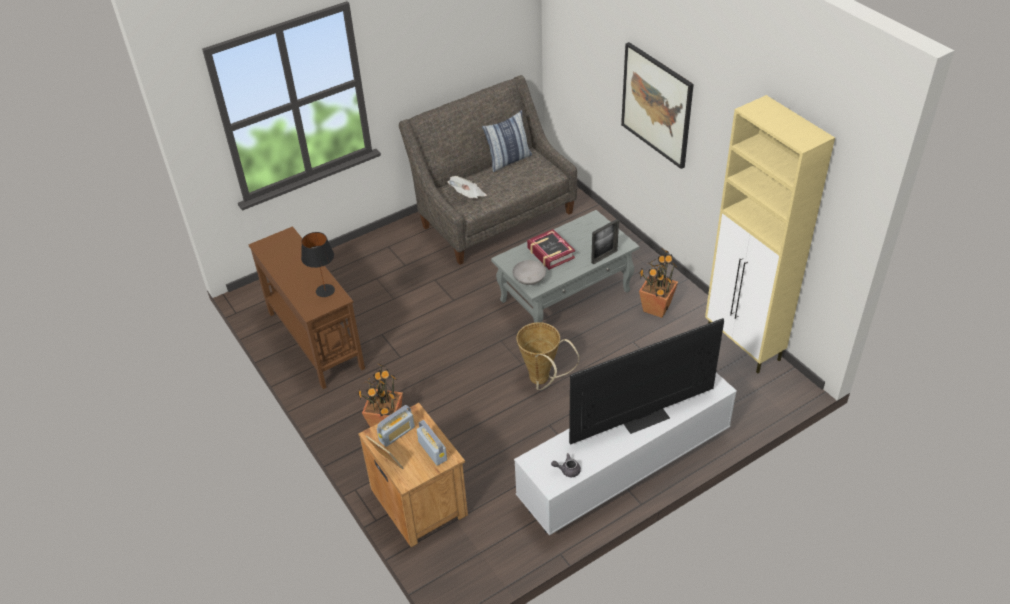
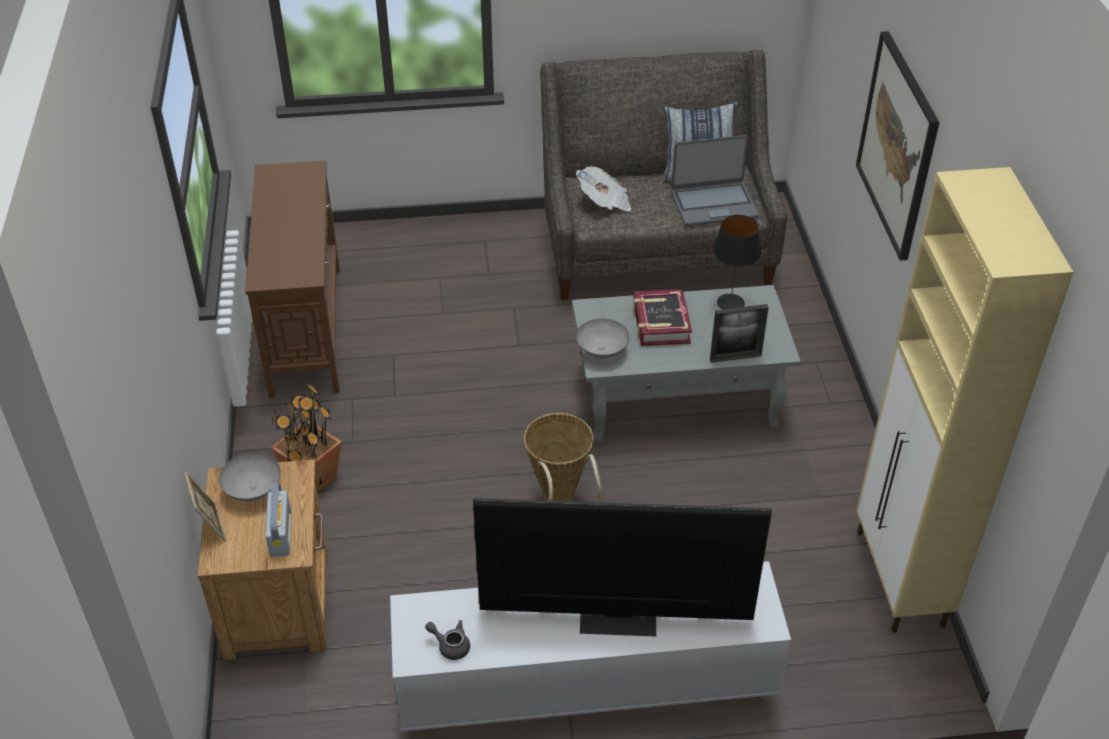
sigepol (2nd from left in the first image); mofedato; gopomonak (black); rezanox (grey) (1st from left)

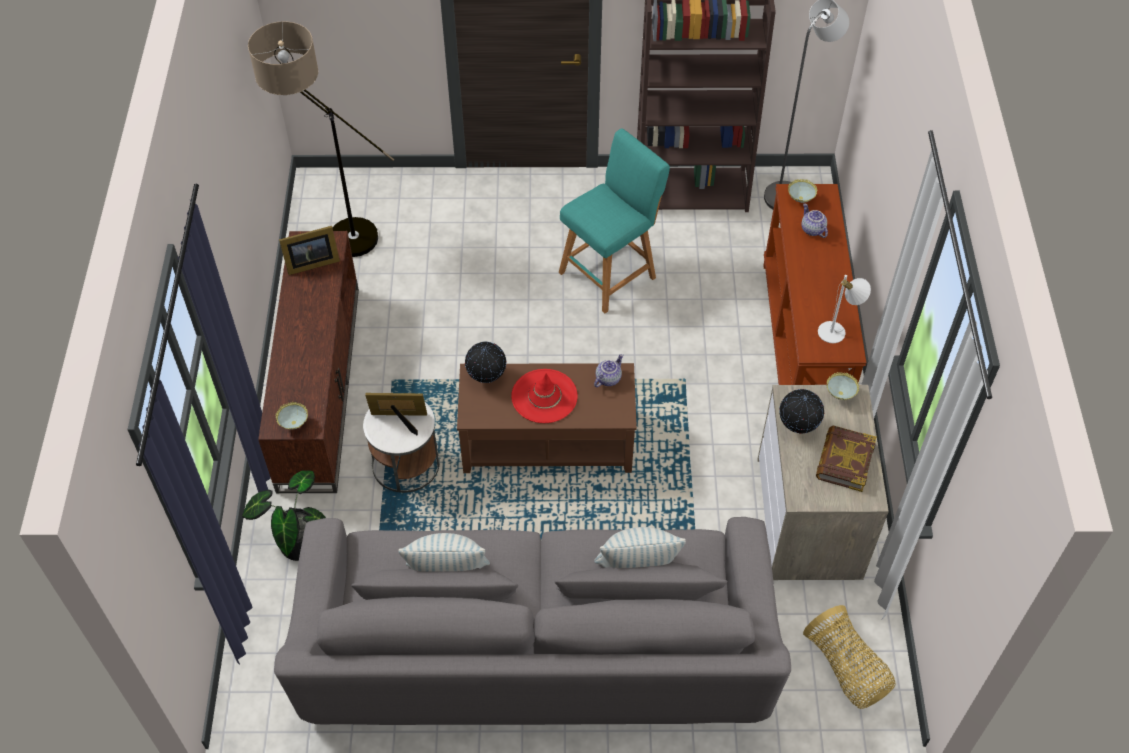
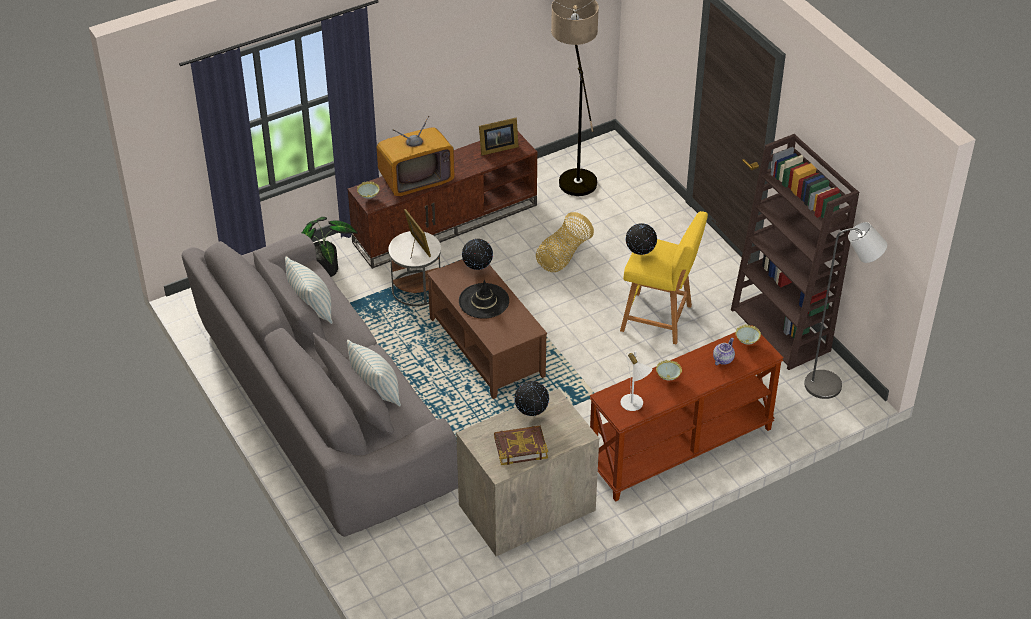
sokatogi (1st from left in the first image); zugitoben; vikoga (3rd from left); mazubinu; rezanox (2nd from left); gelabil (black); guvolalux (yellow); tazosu (2nd from left)

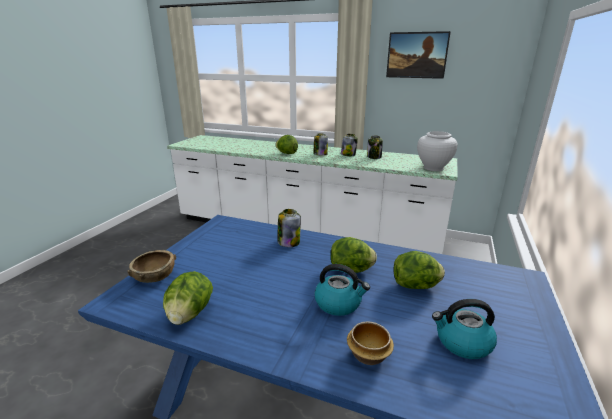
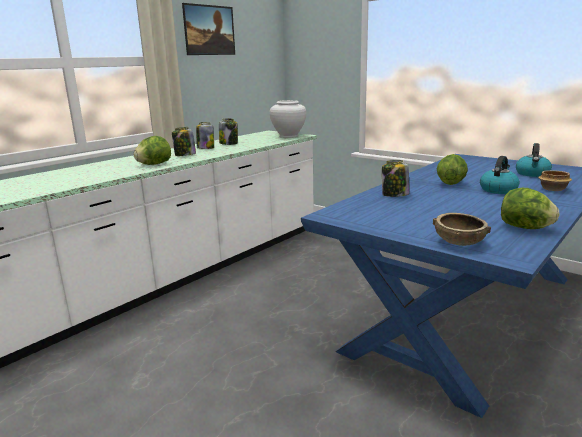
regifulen (4th from left in the first image)

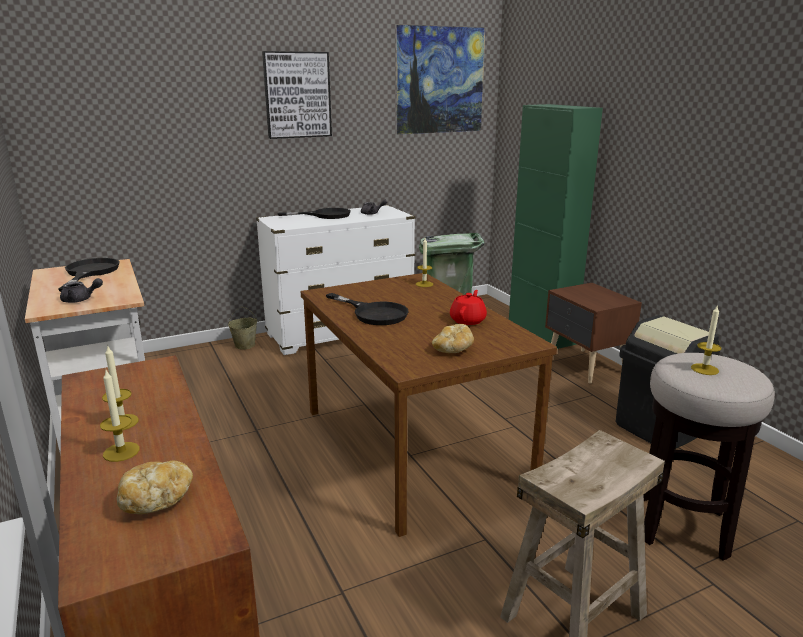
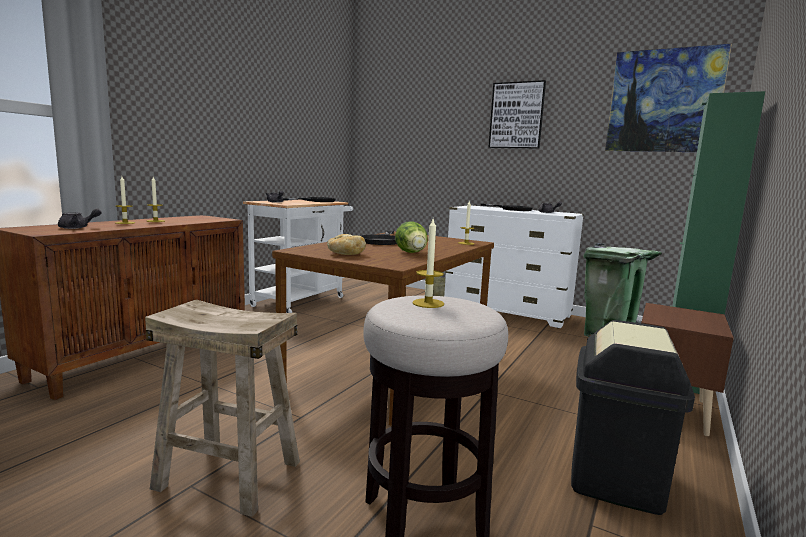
sokatogi (grey) (1st from left); regifulen

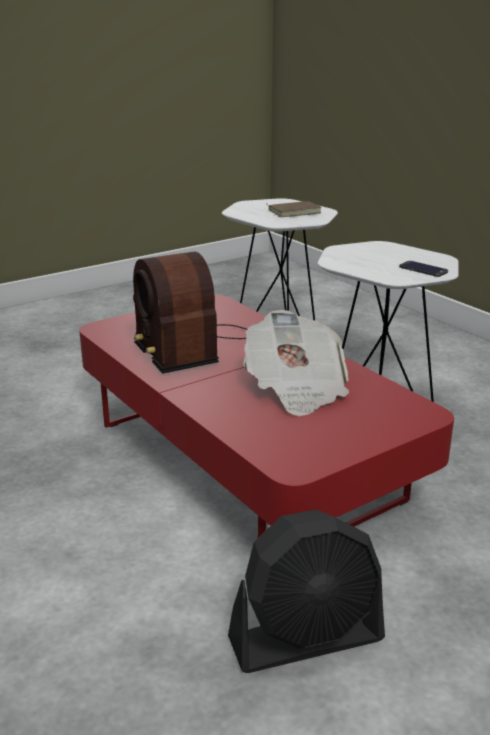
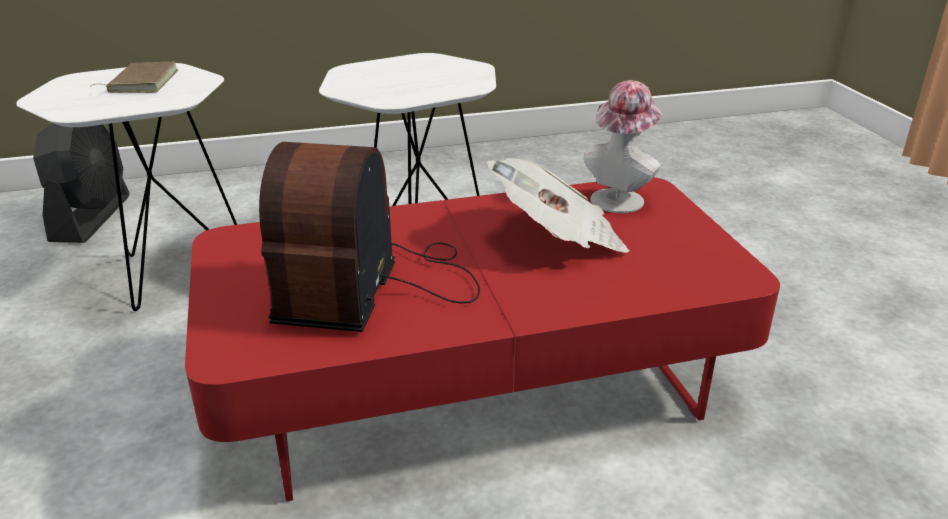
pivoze; gelabil; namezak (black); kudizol

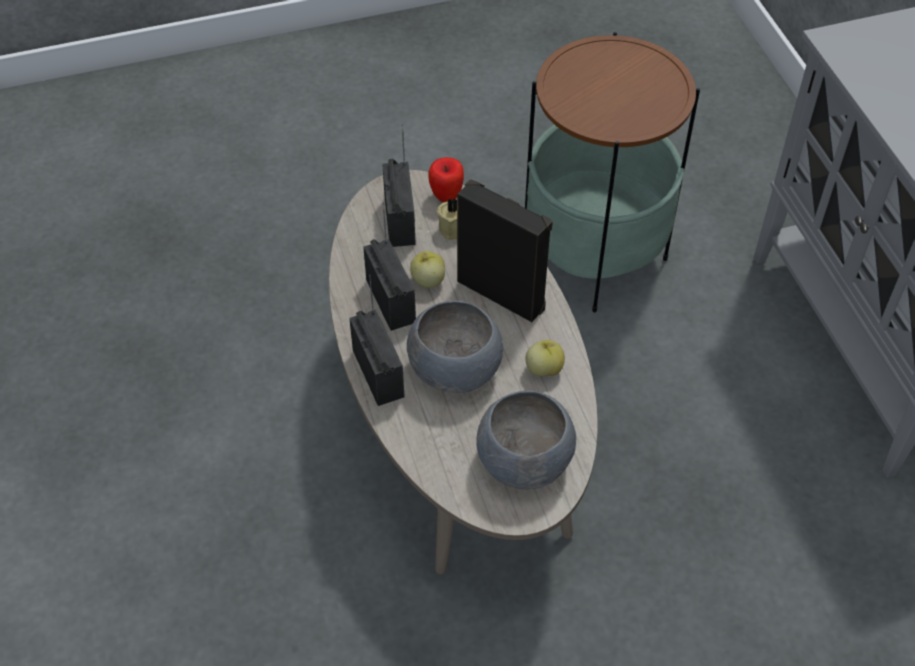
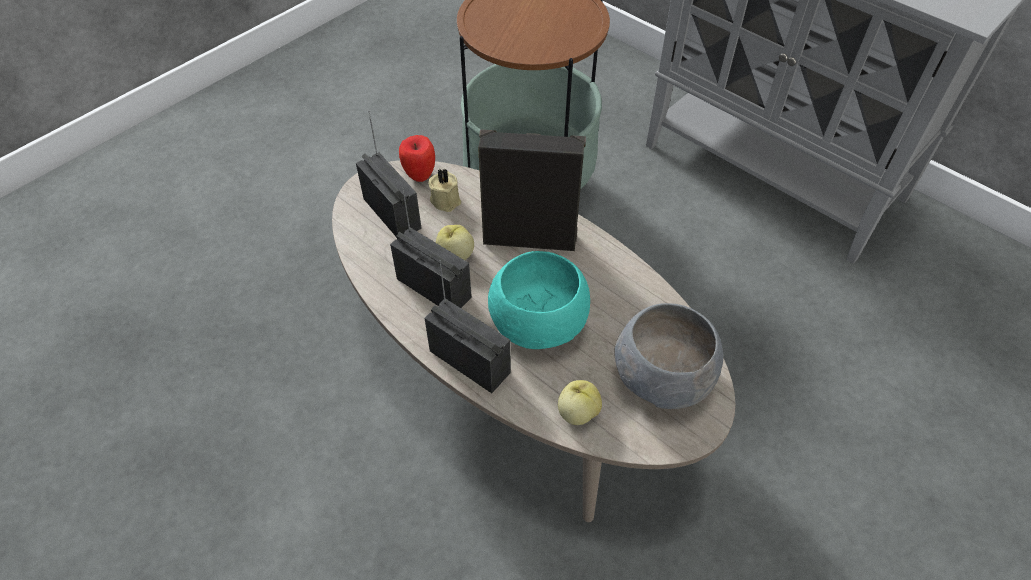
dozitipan (3rd from left); rezanox (turquoise)

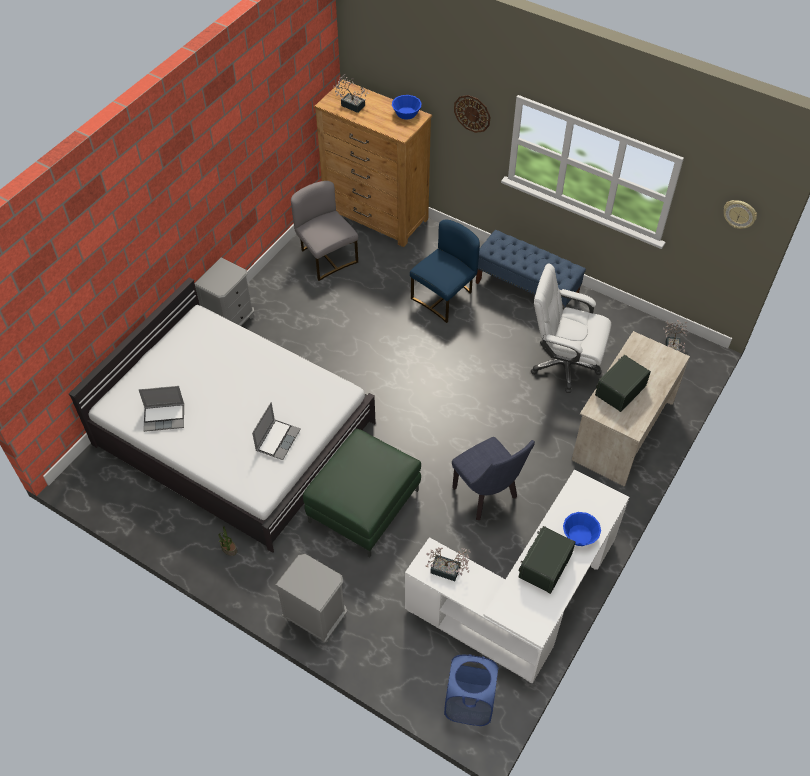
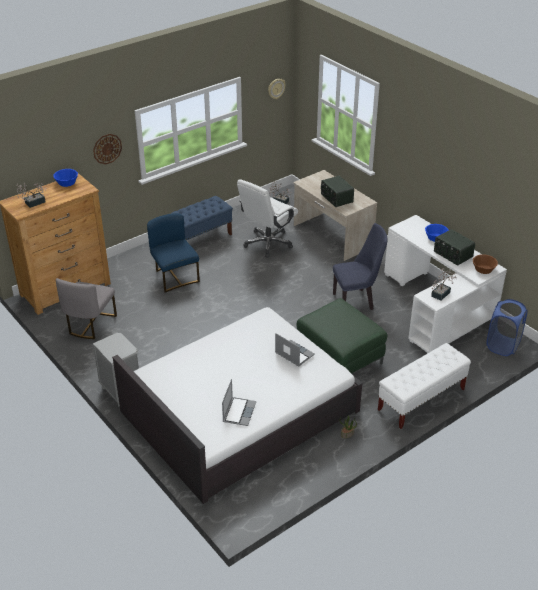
rezanox (brown); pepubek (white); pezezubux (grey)

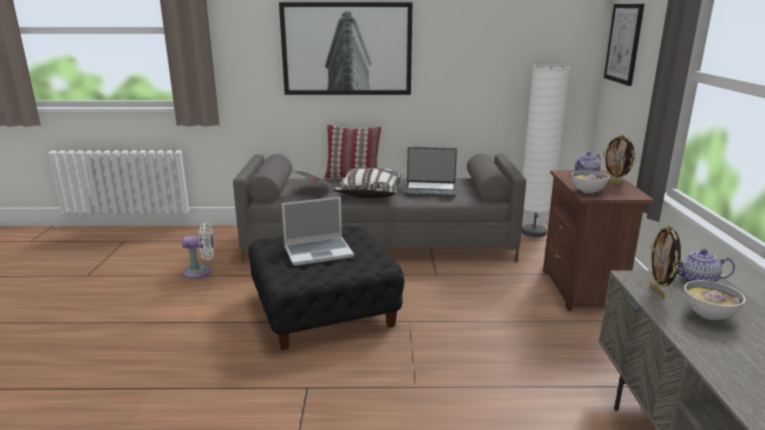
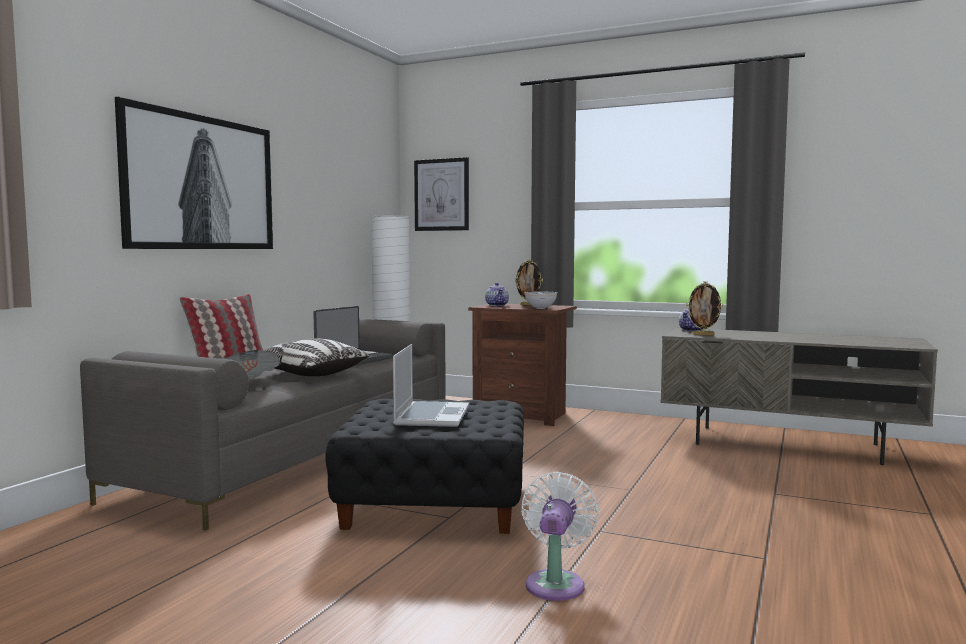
rezanox (2nd from left in the first image); namezak (white)

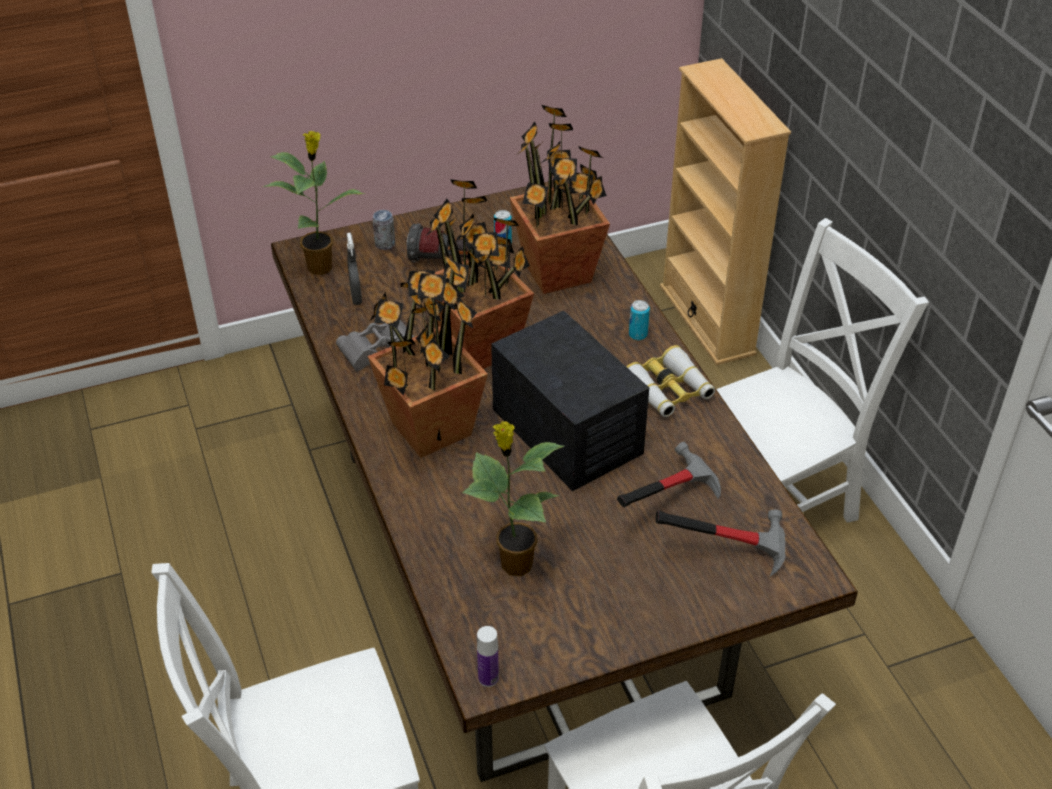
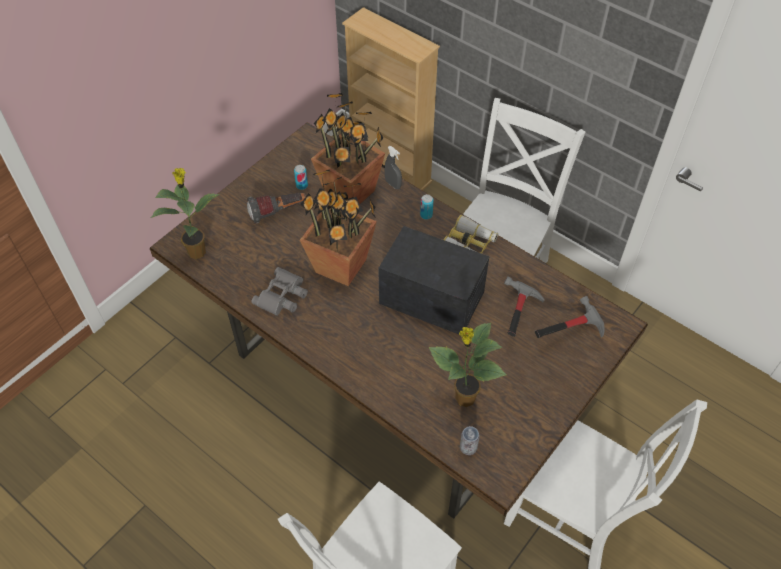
sigepol (2nd from left in the first image); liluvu; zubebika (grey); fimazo (3rd from left)

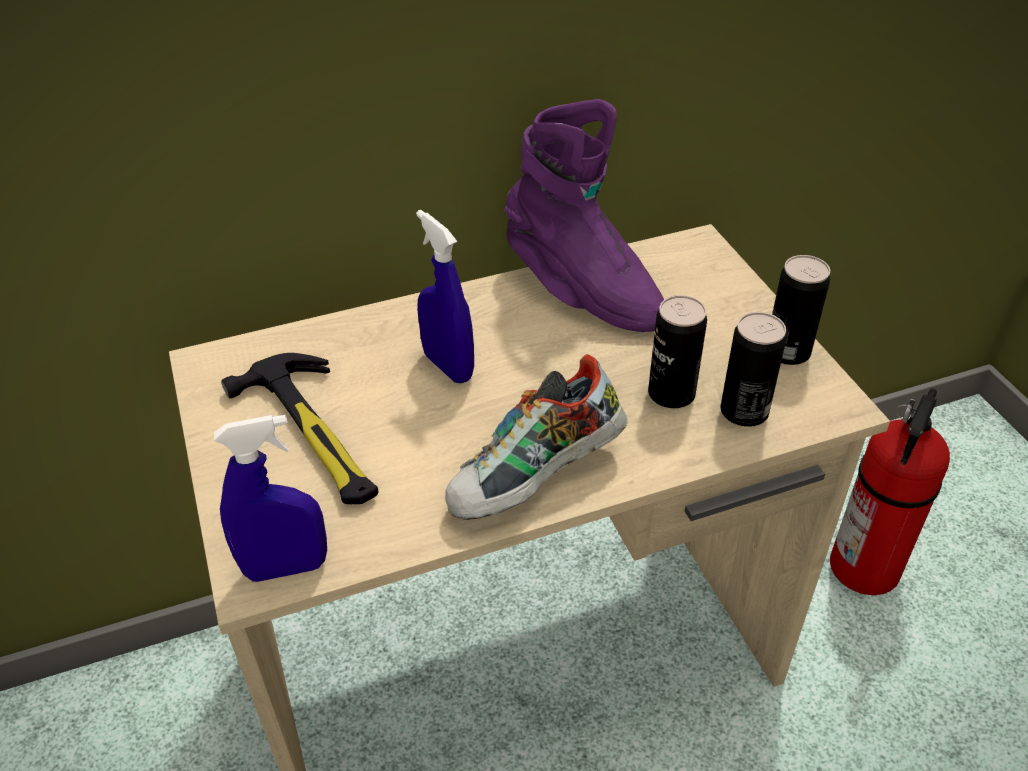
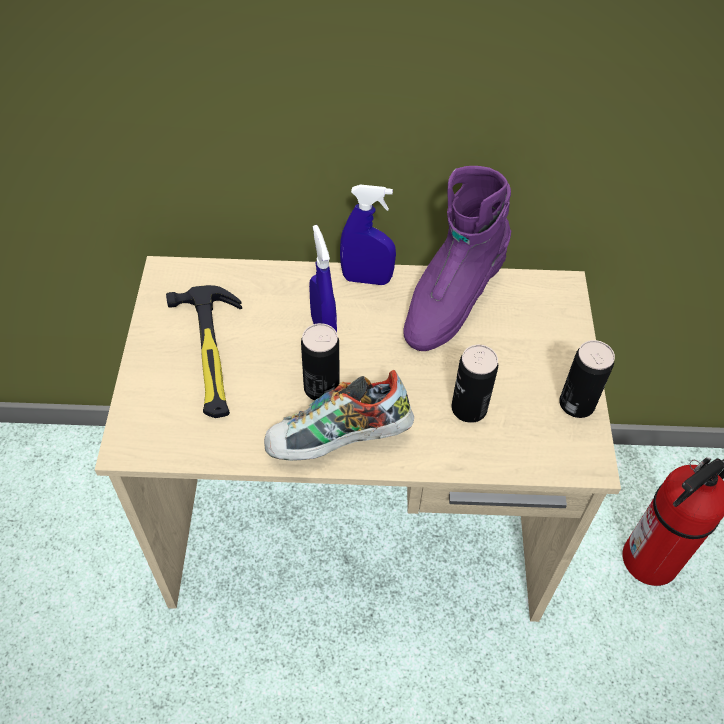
zubebika (blue) (2nd from left); fimazo (1st from left); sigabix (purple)

